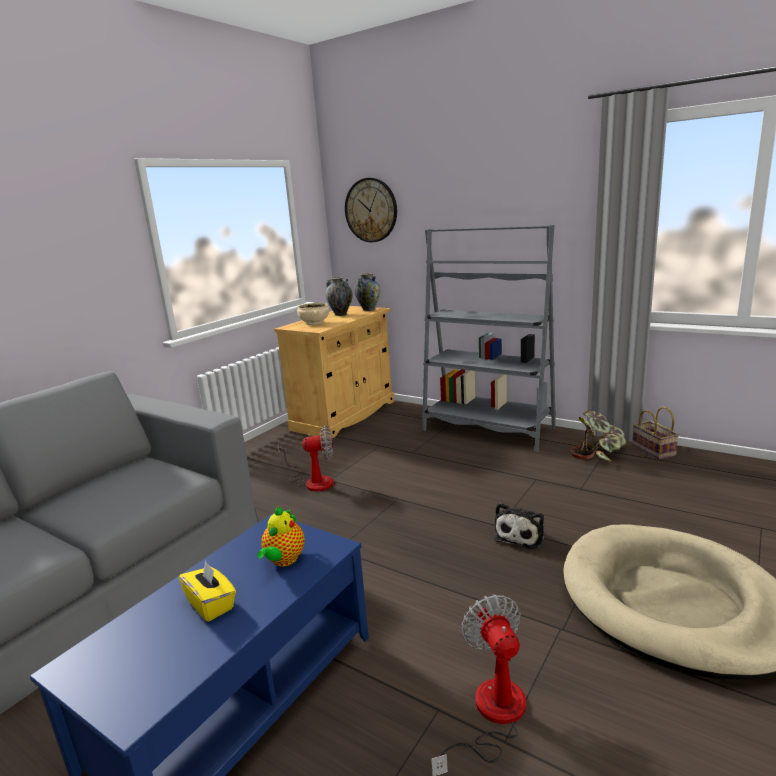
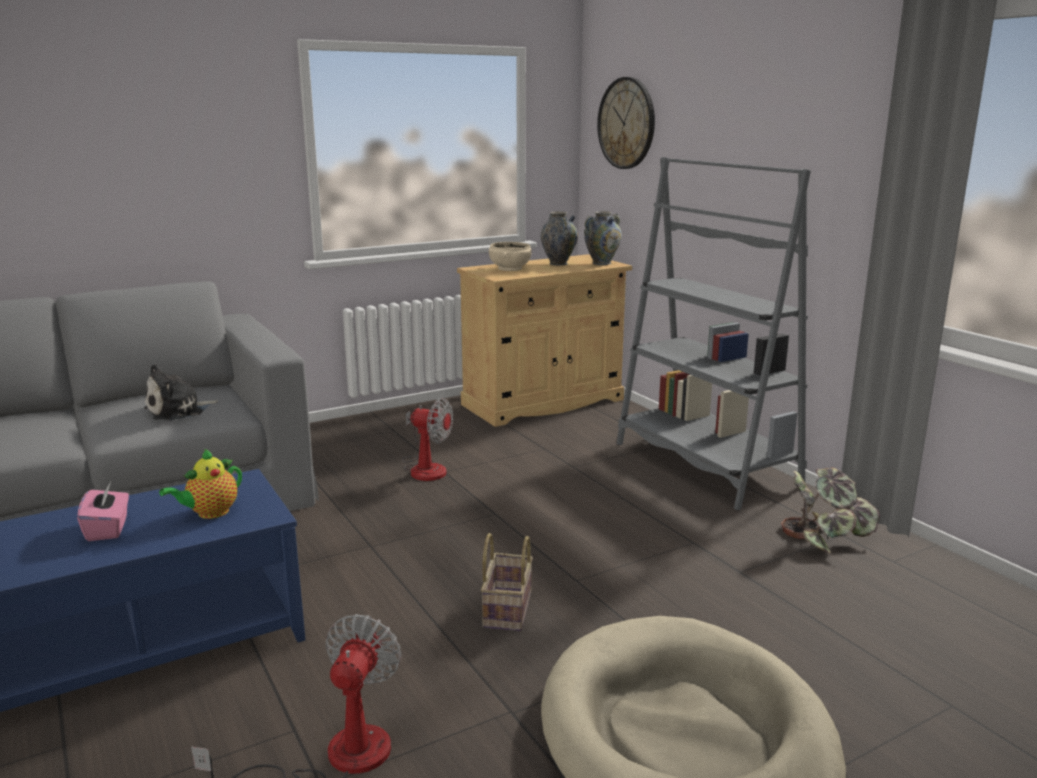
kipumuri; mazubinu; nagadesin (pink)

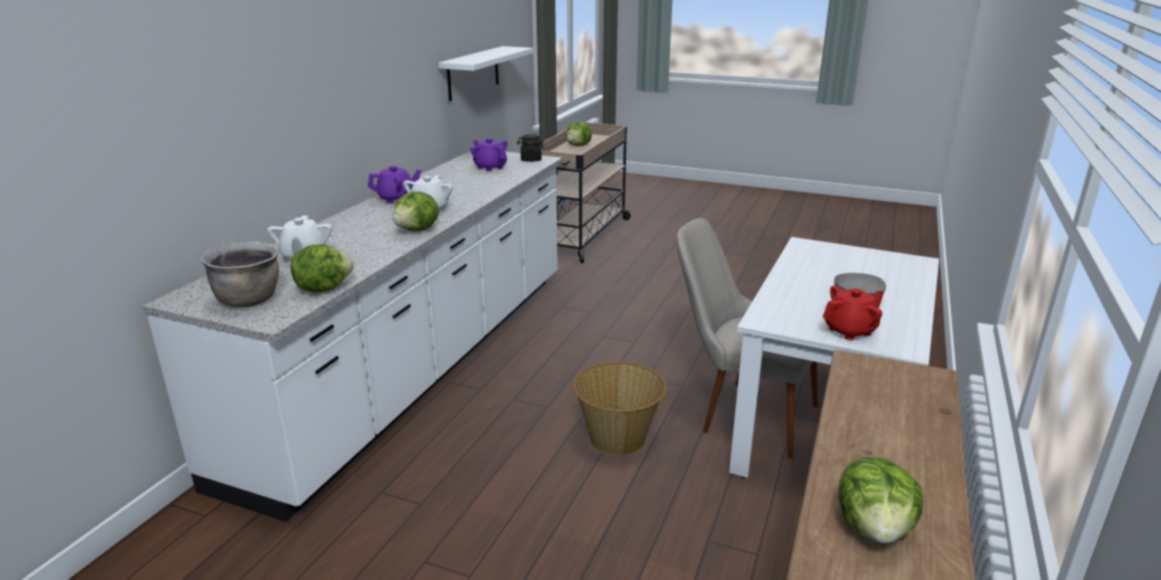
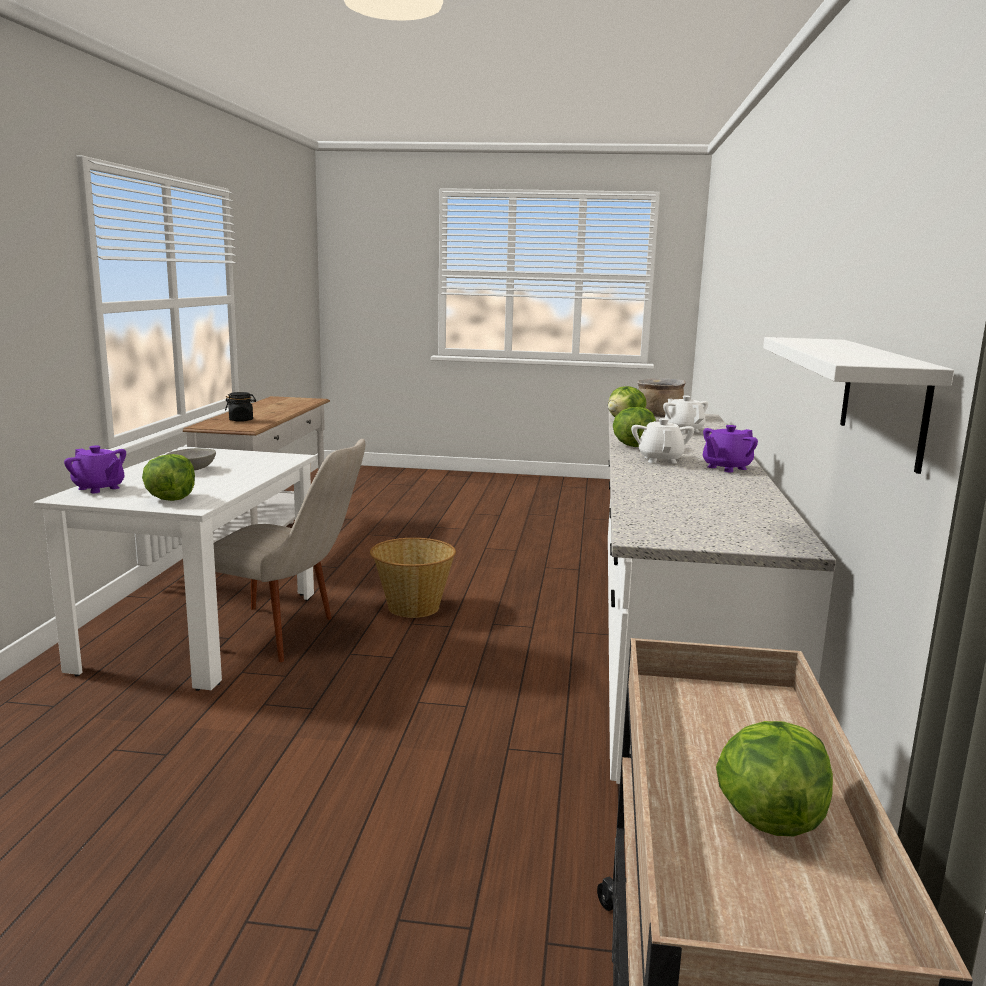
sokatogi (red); sokatogi (purple) (1st from left); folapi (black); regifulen (1st from left)

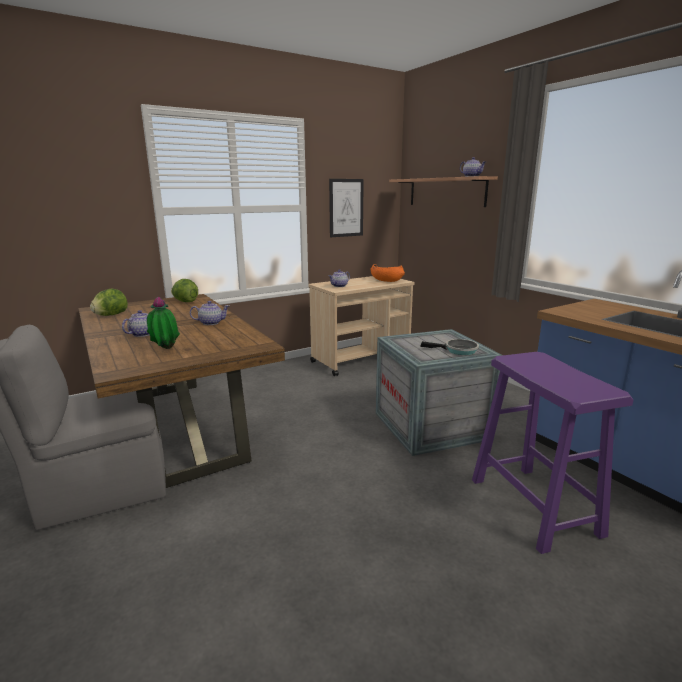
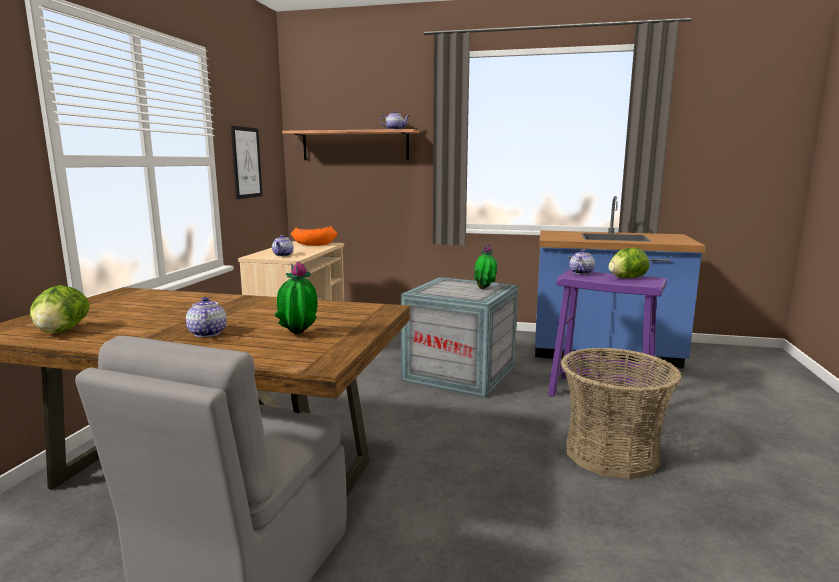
mazubinu; regifulen (2nd from left); sokatogi (4th from left); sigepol (2nd from left)

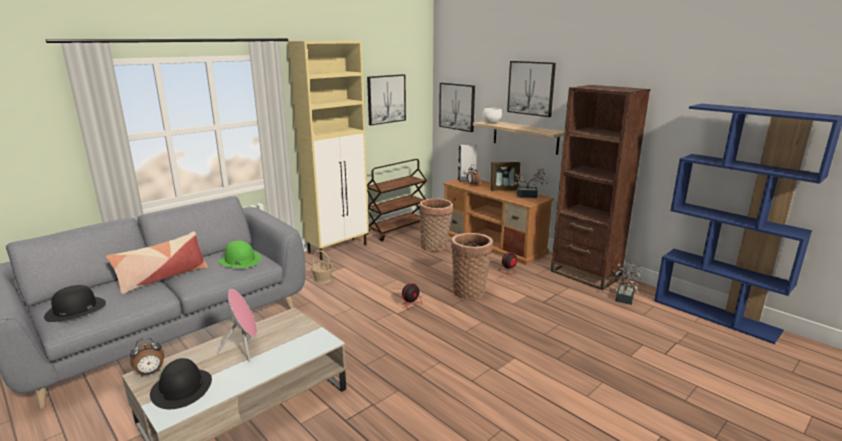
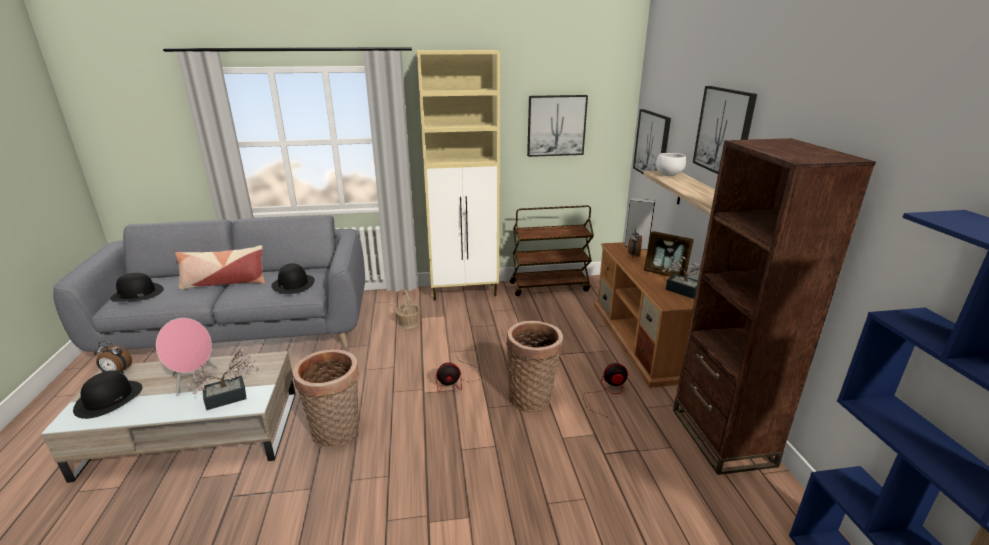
mazubinu (1st from left); sigepol (1st from left); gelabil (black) (3rd from left)

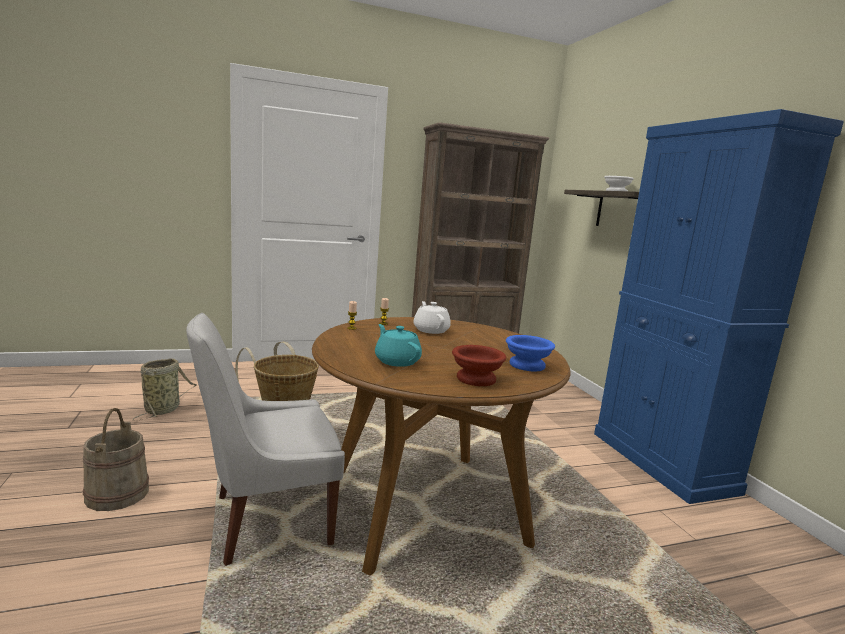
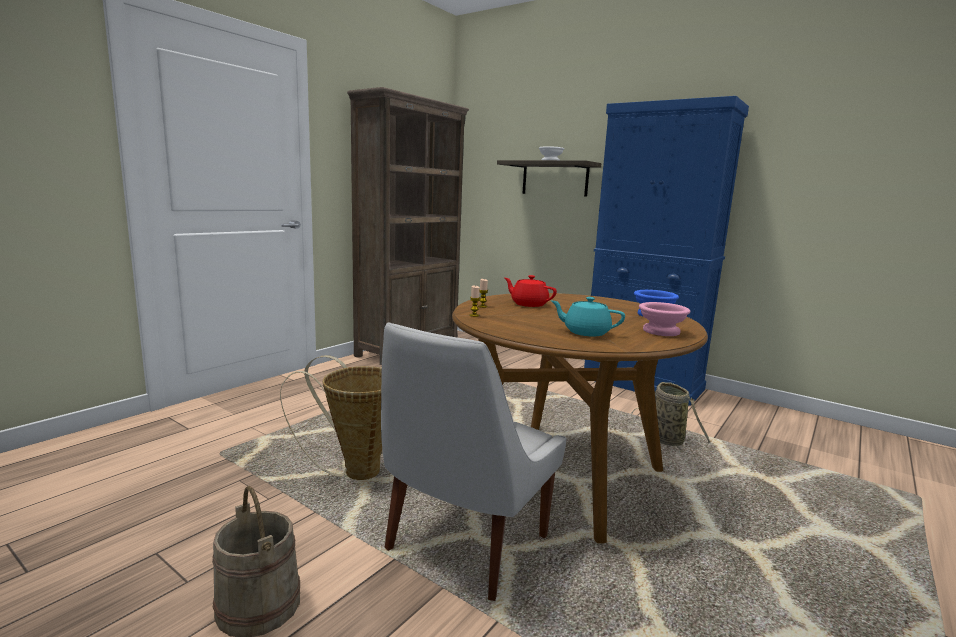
mazubinu (2nd from left); sokatogi (red); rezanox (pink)

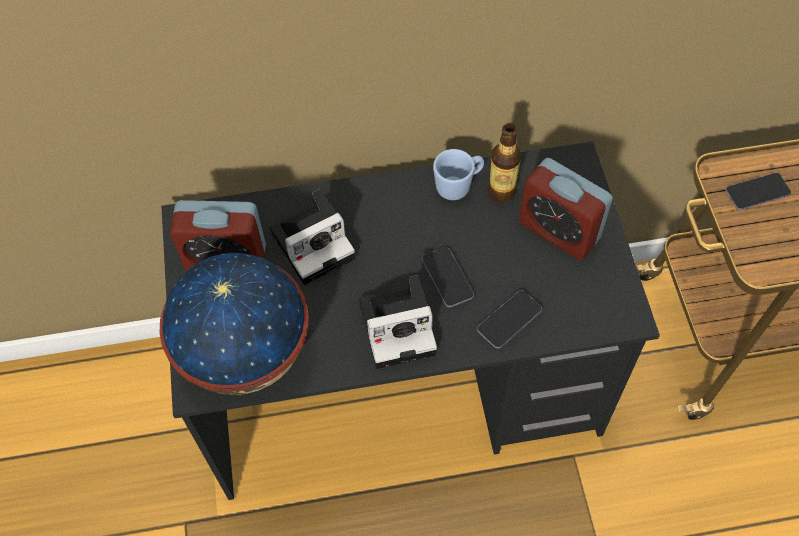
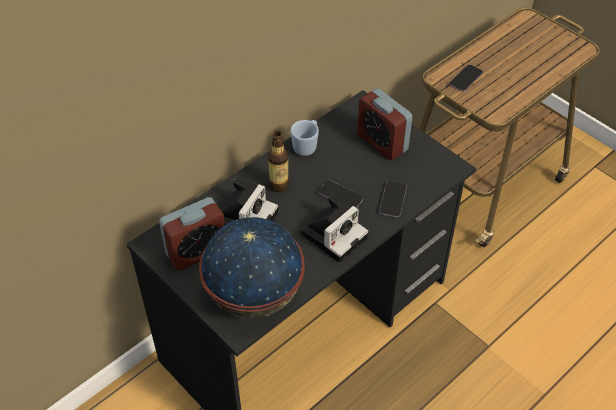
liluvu; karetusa (2nd from left)

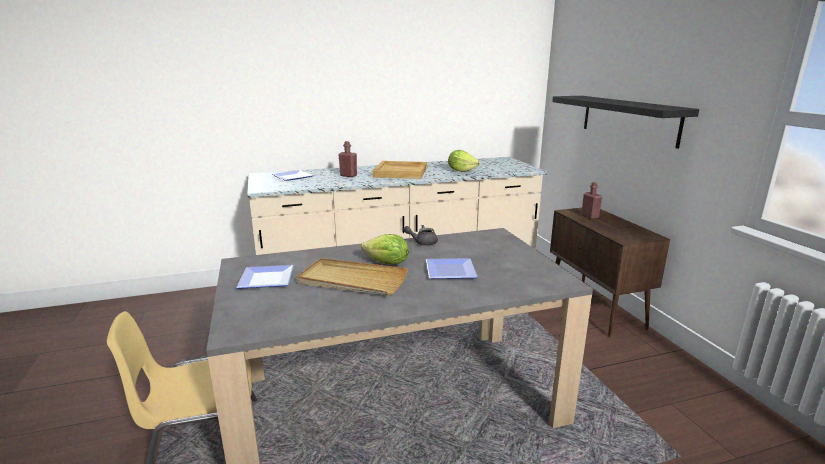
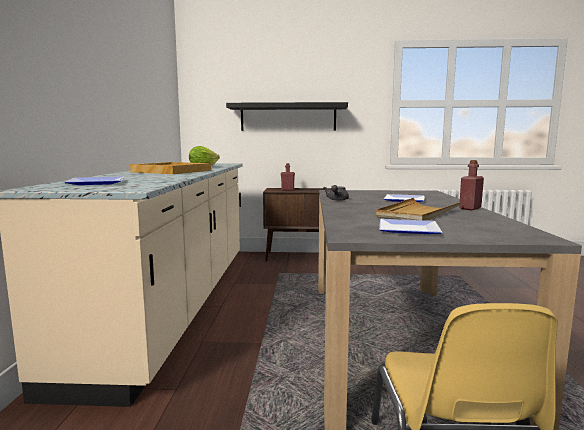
regifulen (1st from left in the first image); liluvu (red) (2nd from left)

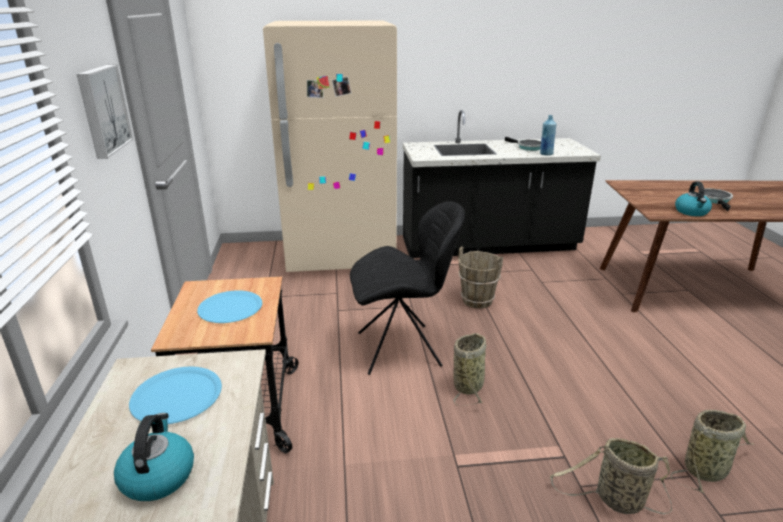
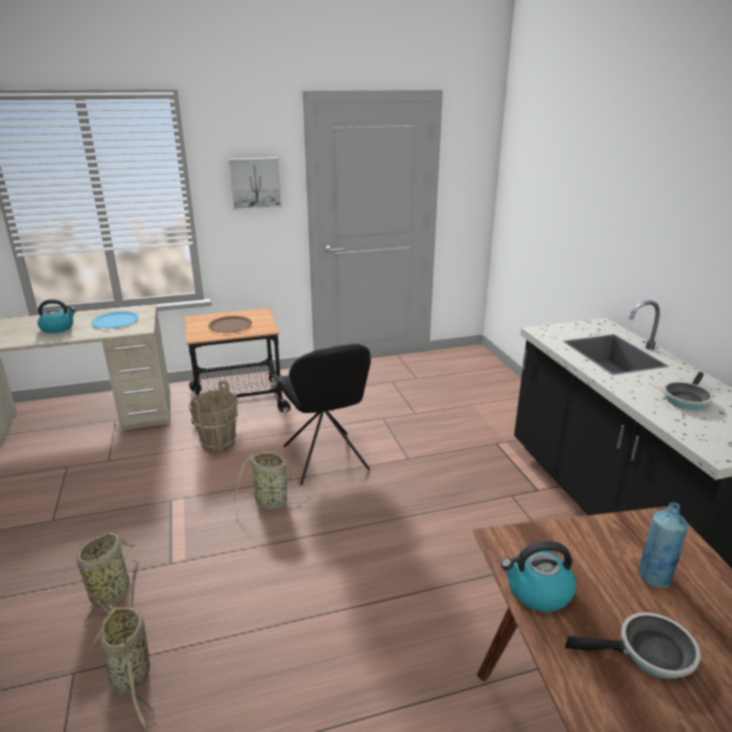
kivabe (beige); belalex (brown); liluvu (blue); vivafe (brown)

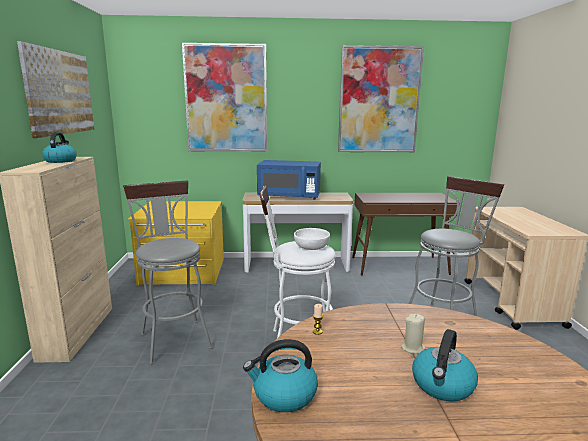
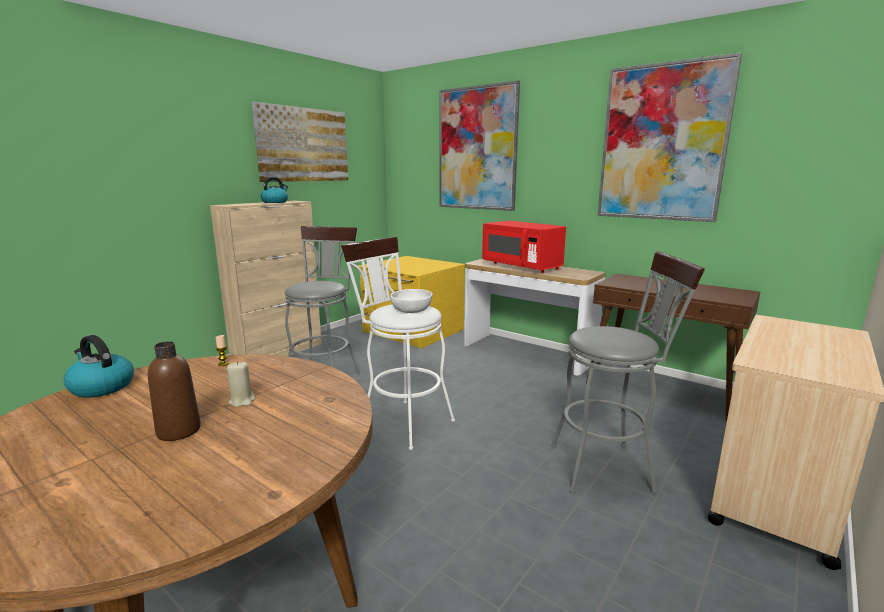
liluvu (brown); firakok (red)

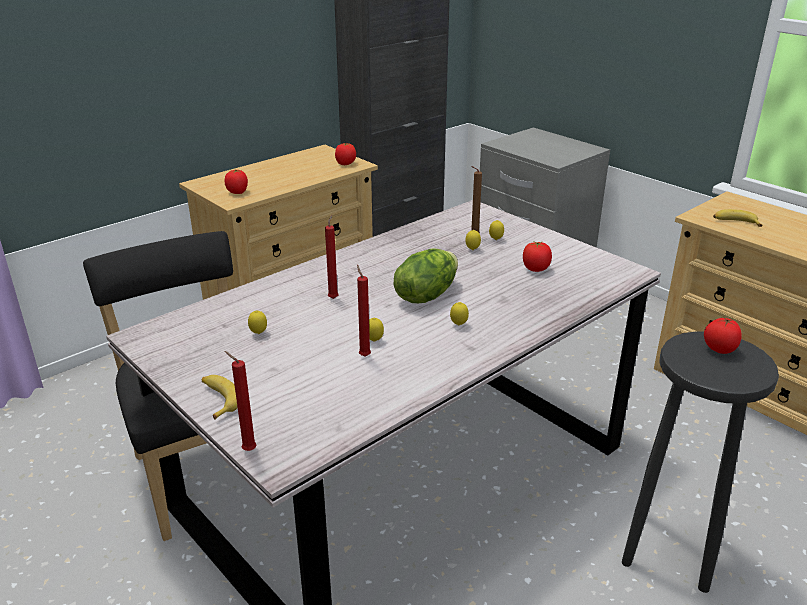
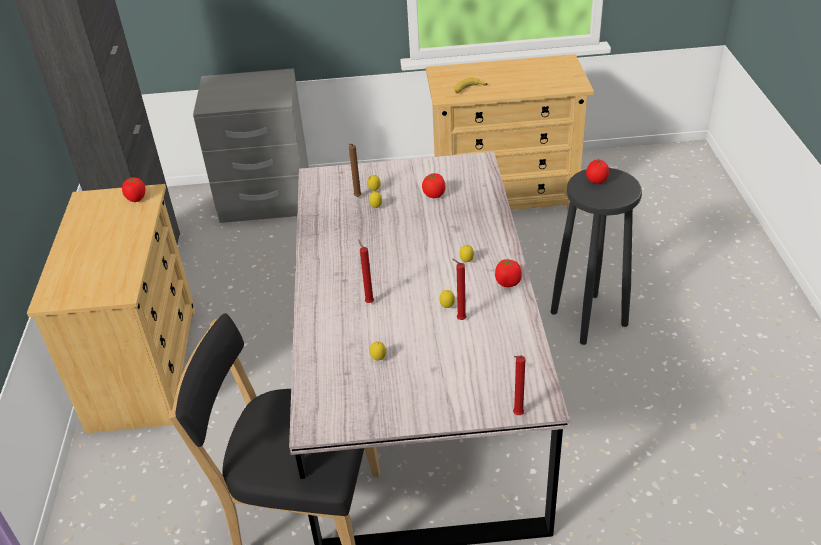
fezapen (1st from left in the first image); regifulen; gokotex (3rd from left)

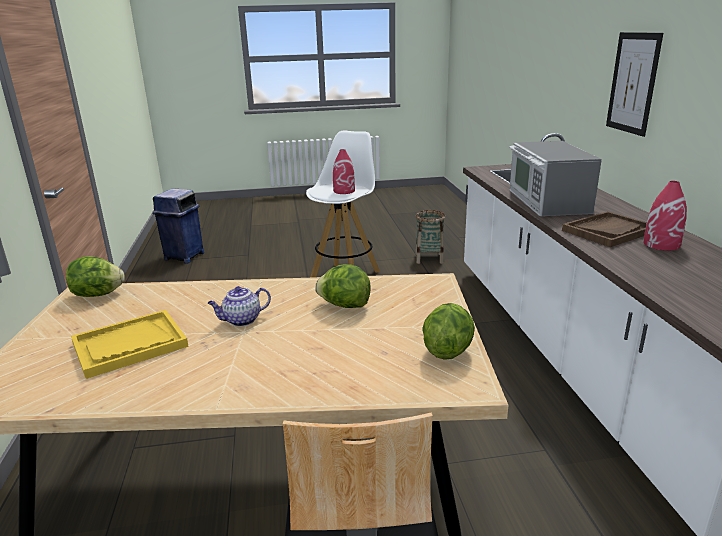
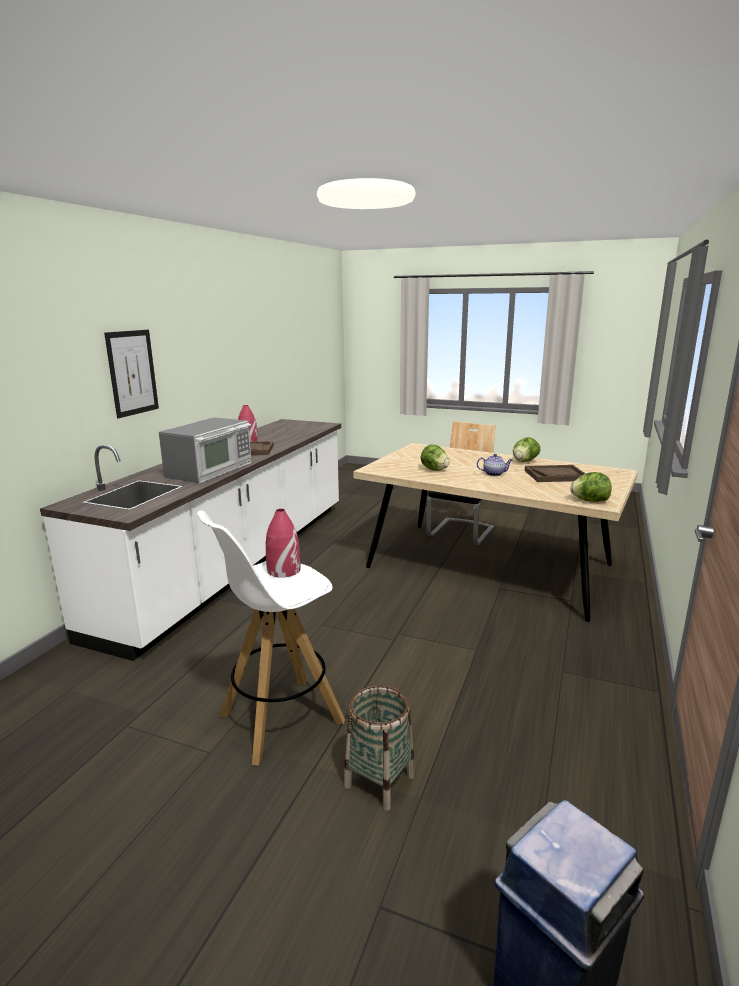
mazubinu; regifulen (2nd from left); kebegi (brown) (2nd from left)

